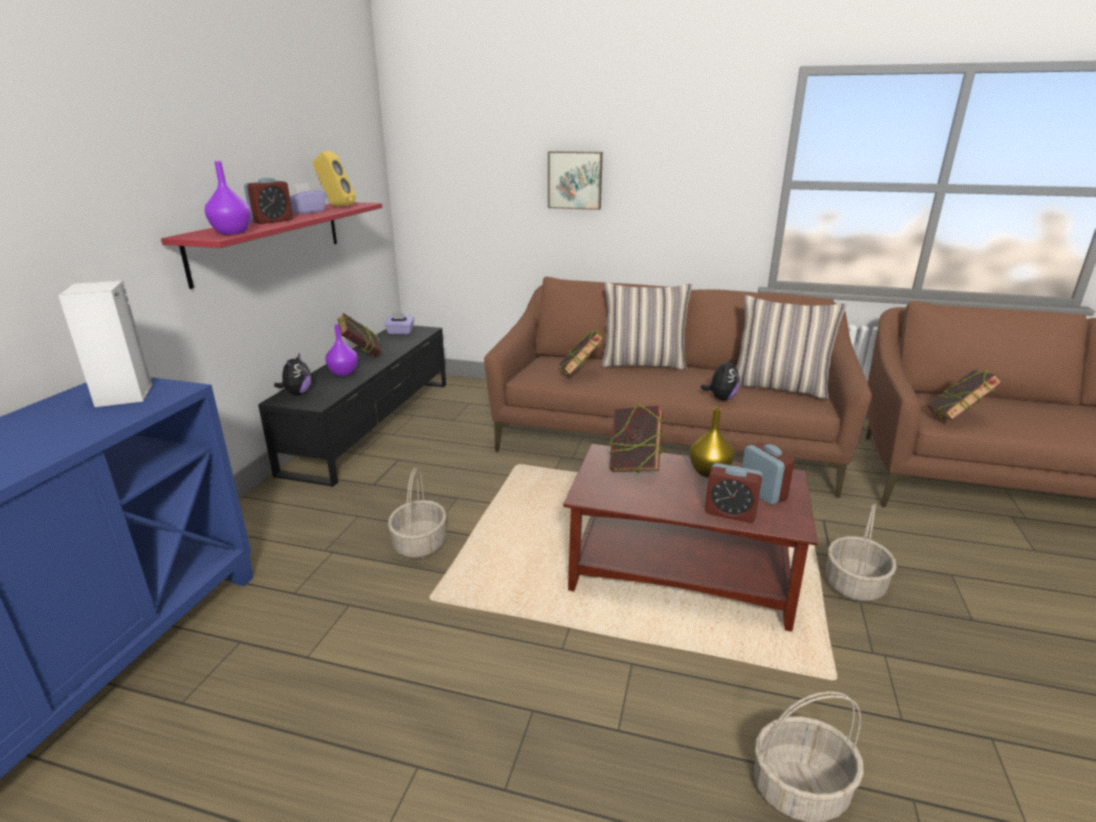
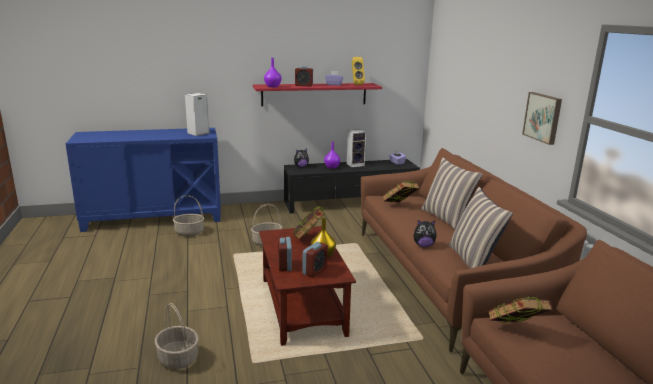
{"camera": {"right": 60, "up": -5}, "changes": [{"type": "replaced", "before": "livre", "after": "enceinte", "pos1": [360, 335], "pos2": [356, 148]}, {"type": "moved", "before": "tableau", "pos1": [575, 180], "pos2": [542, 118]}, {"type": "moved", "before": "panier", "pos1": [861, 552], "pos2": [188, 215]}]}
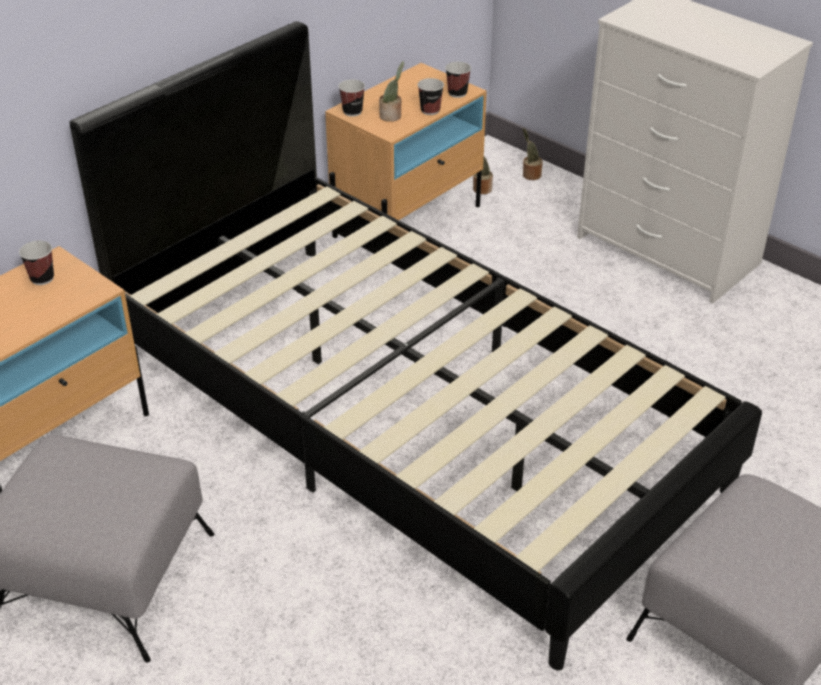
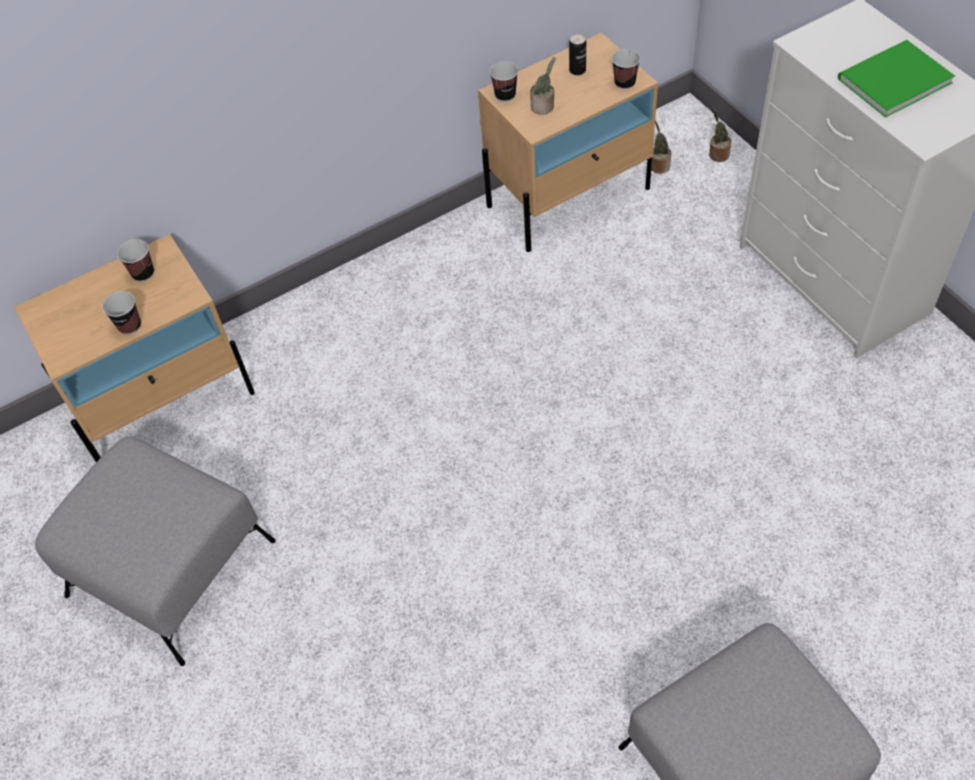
{"camera": {"right": 20, "up": 15}, "changes": [{"type": "removed", "before": "lit [noir]", "pos1": [416, 345]}, {"type": "moved", "before": "tasse", "pos1": [431, 96], "pos2": [121, 313]}, {"type": "added", "after": "boîte métallique", "pos2": [577, 54]}, {"type": "added", "after": "livre [vert]", "pos2": [896, 78]}]}
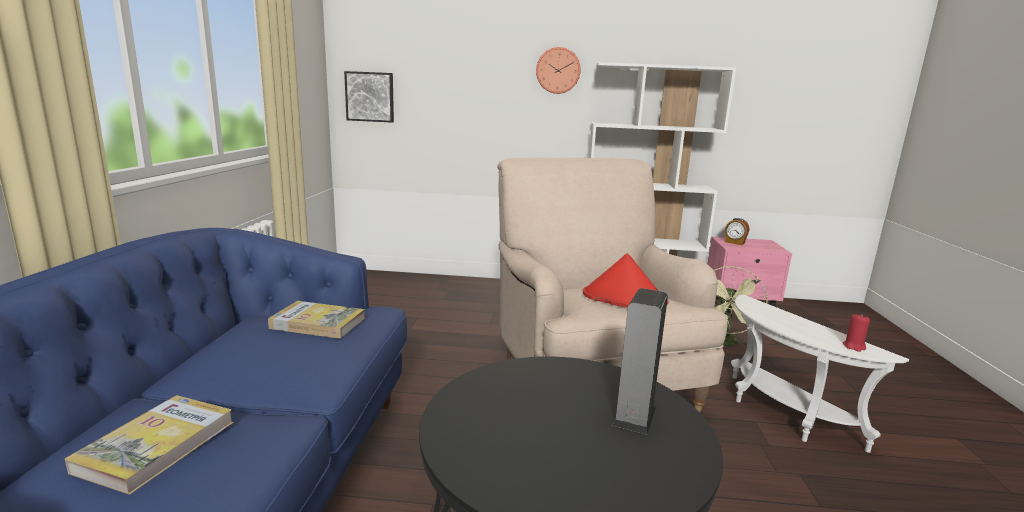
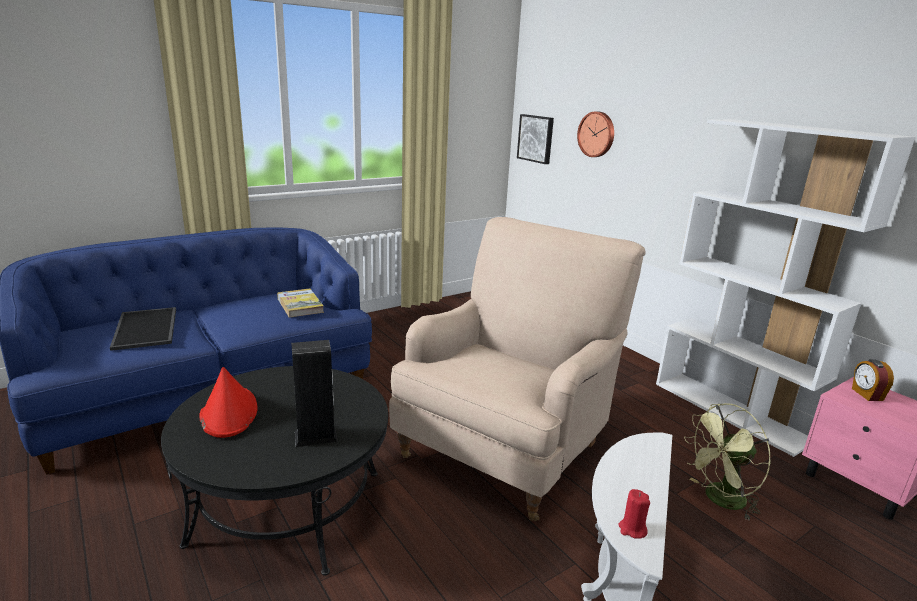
{"camera": {"right": 50, "up": 5}, "changes": [{"type": "replaced", "before": "livre", "after": "plateau", "pos1": [149, 445], "pos2": [143, 329]}, {"type": "moved", "before": "horloge murale", "pos1": [558, 70], "pos2": [595, 134]}, {"type": "moved", "before": "chapeau [rouge]", "pos1": [625, 280], "pos2": [228, 402]}]}
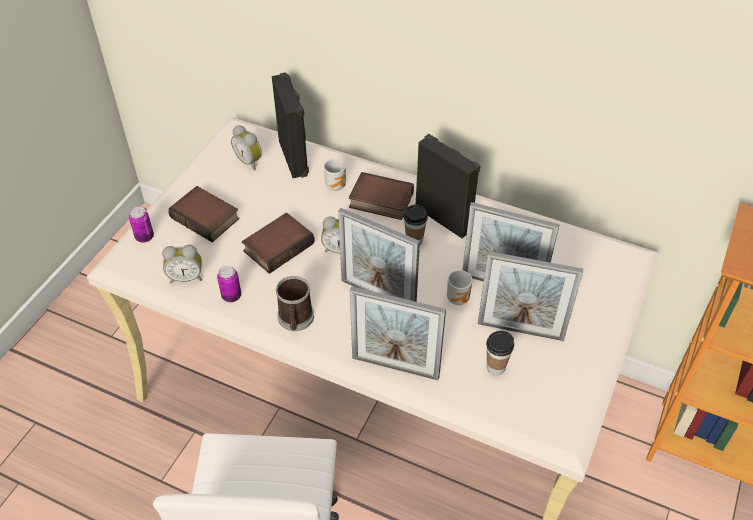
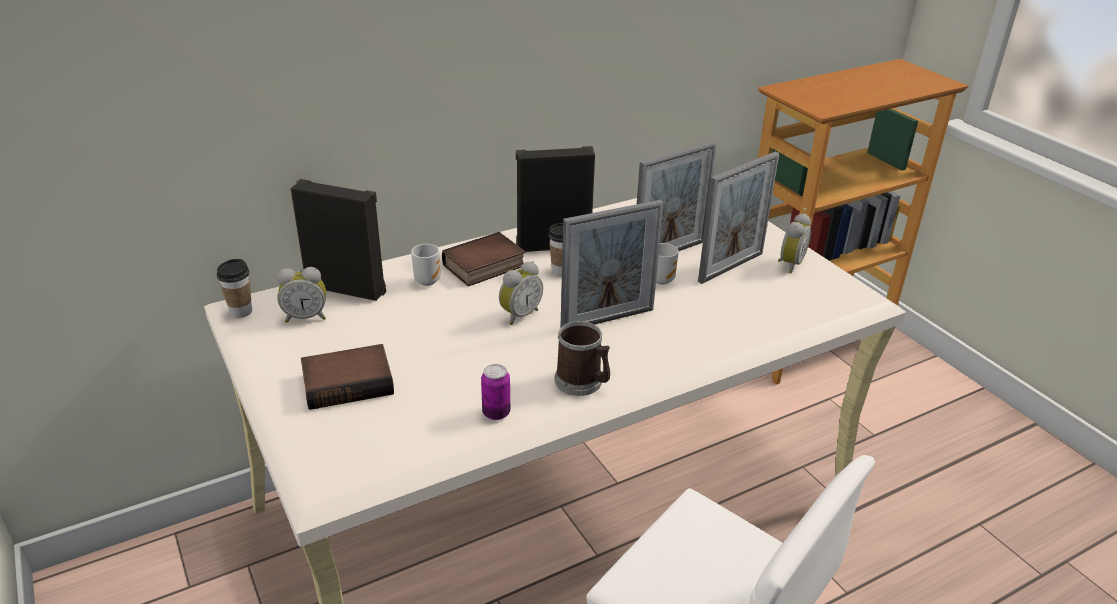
{"camera": {"right": -55, "up": -15}, "changes": [{"type": "removed", "before": "boîte métallique", "pos1": [141, 225]}, {"type": "moved", "before": "réveil", "pos1": [182, 264], "pos2": [794, 243]}, {"type": "removed", "before": "livre", "pos1": [278, 243]}, {"type": "removed", "before": "cadre photo", "pos1": [398, 333]}, {"type": "moved", "before": "tasse", "pos1": [500, 353], "pos2": [234, 288]}]}
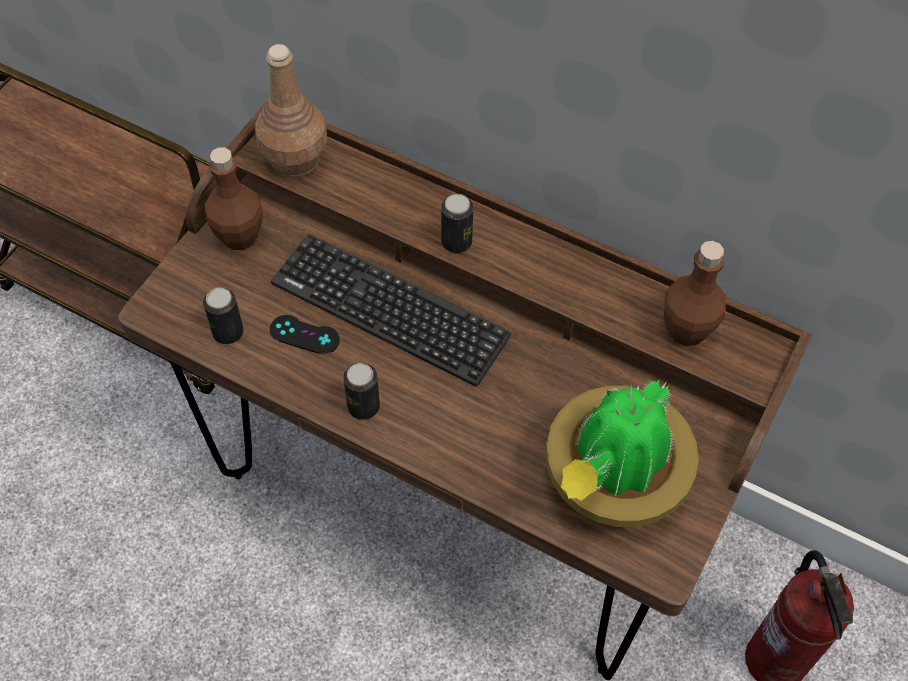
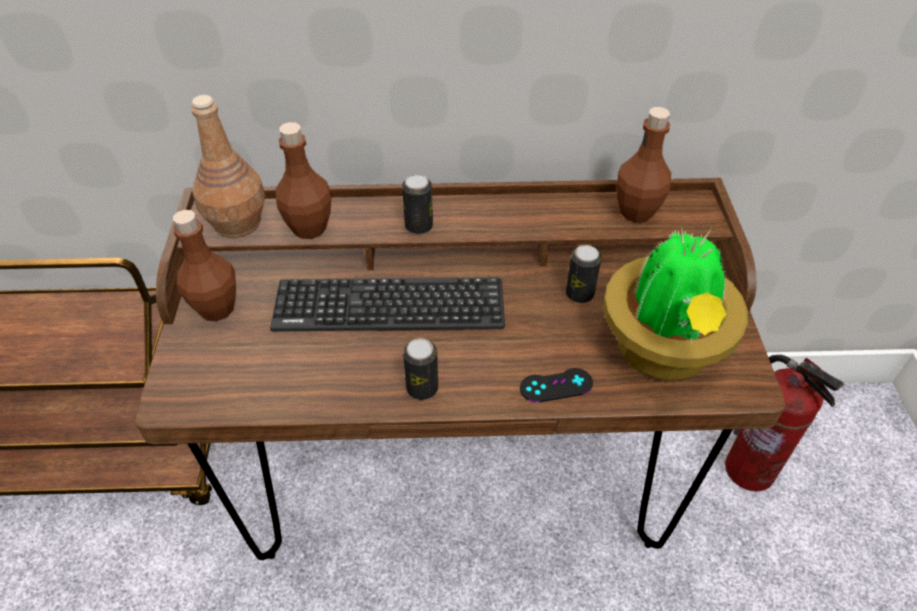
{"camera": {"right": -30, "up": -10}, "changes": [{"type": "moved", "before": "boîte métallique", "pos1": [223, 315], "pos2": [584, 274]}, {"type": "moved", "before": "manette [noir]", "pos1": [305, 334], "pos2": [556, 385]}, {"type": "added", "after": "bouteille [marron]", "pos2": [303, 180]}]}
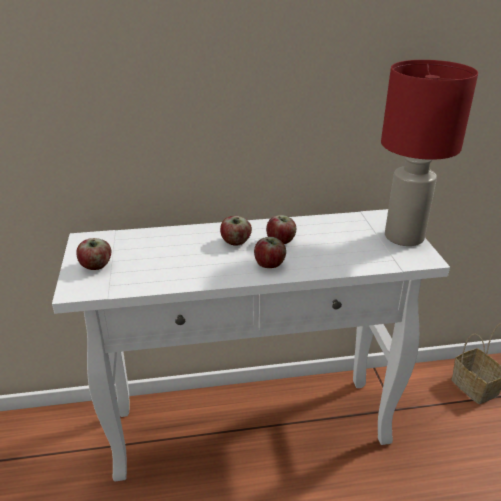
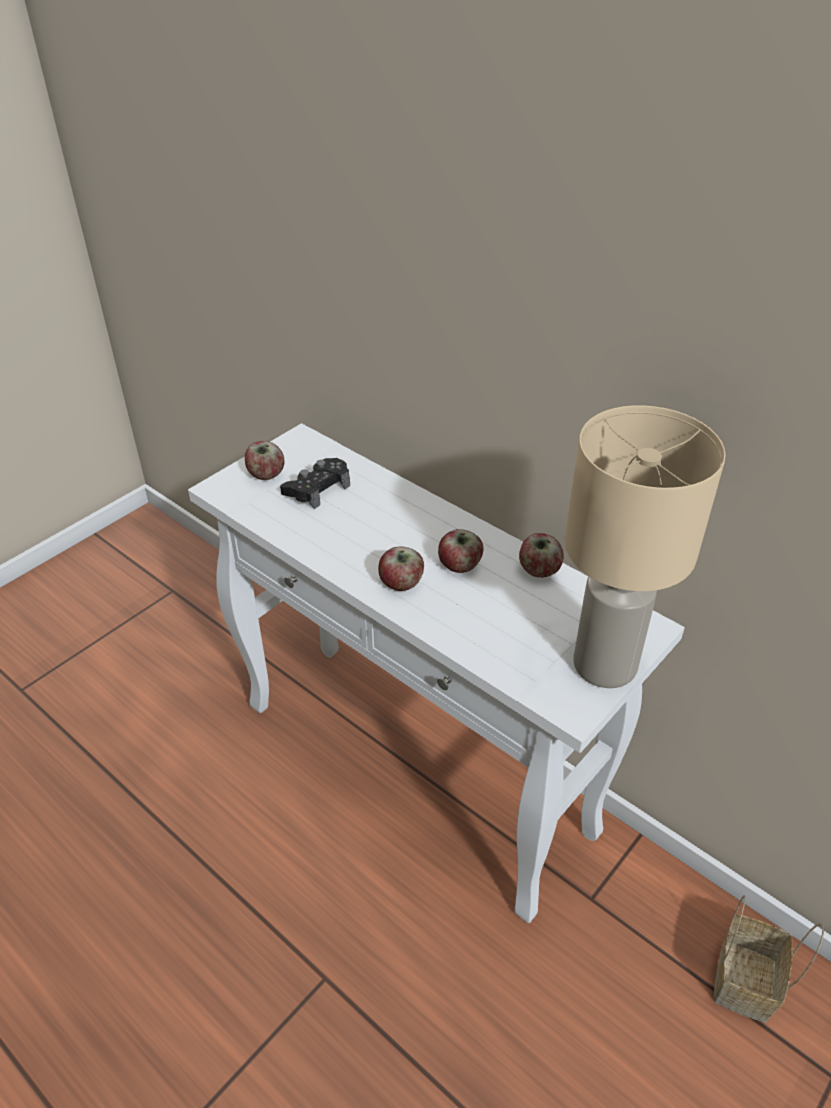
{"camera": {"right": 50, "up": 10}, "changes": [{"type": "moved", "before": "pomme", "pos1": [236, 231], "pos2": [541, 555]}, {"type": "recoloured", "before": "lampe de table [rouge]", "after": "lampe de table [beige]", "pos1": [429, 153], "pos2": [645, 546]}, {"type": "added", "after": "manette [noir]", "pos2": [315, 483]}]}
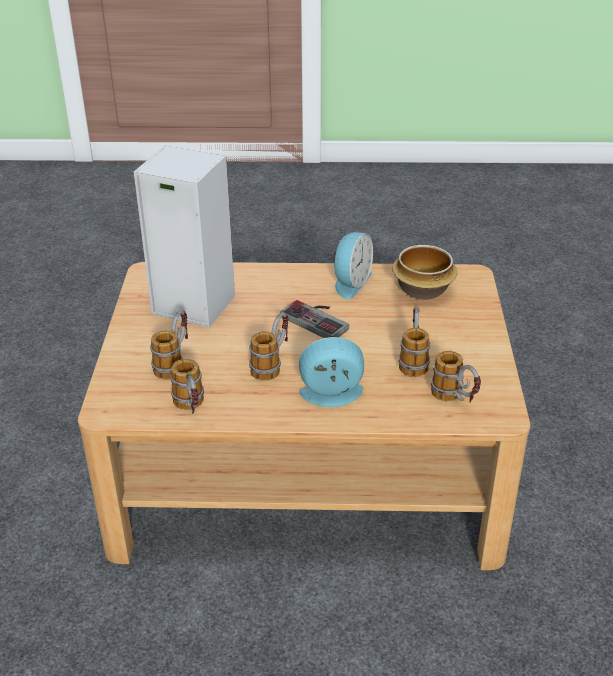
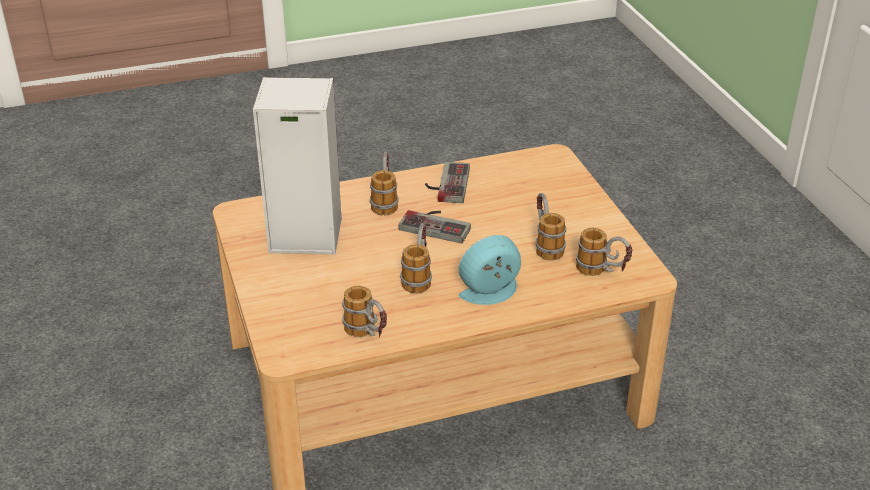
{"camera": {"right": -20, "up": 0}, "changes": [{"type": "moved", "before": "mug", "pos1": [169, 345], "pos2": [384, 183]}, {"type": "replaced", "before": "réveil", "after": "manette", "pos1": [353, 265], "pos2": [447, 182]}, {"type": "removed", "before": "bol", "pos1": [424, 272]}]}
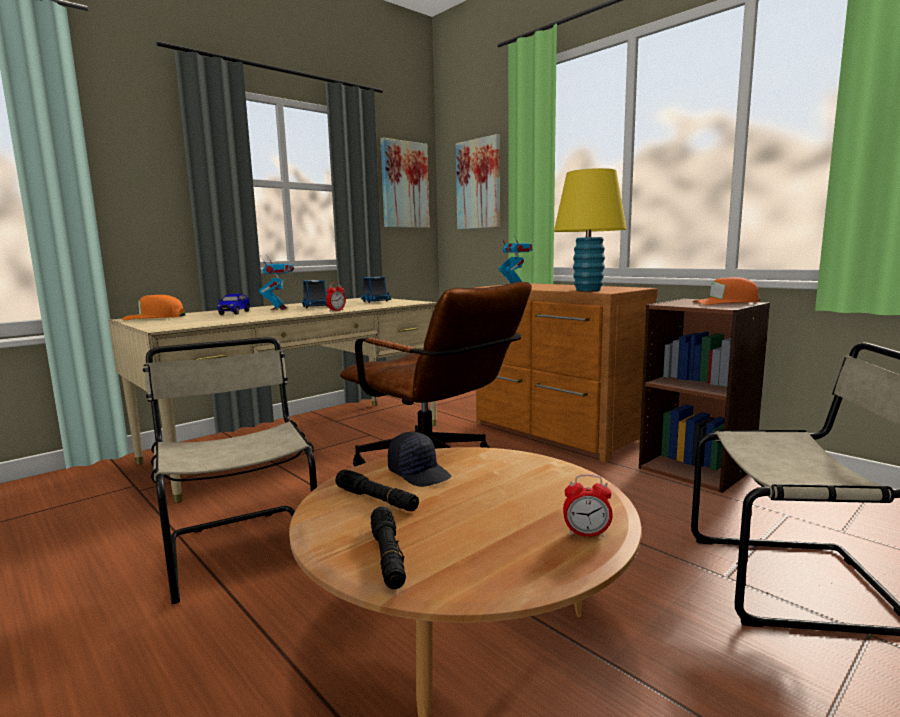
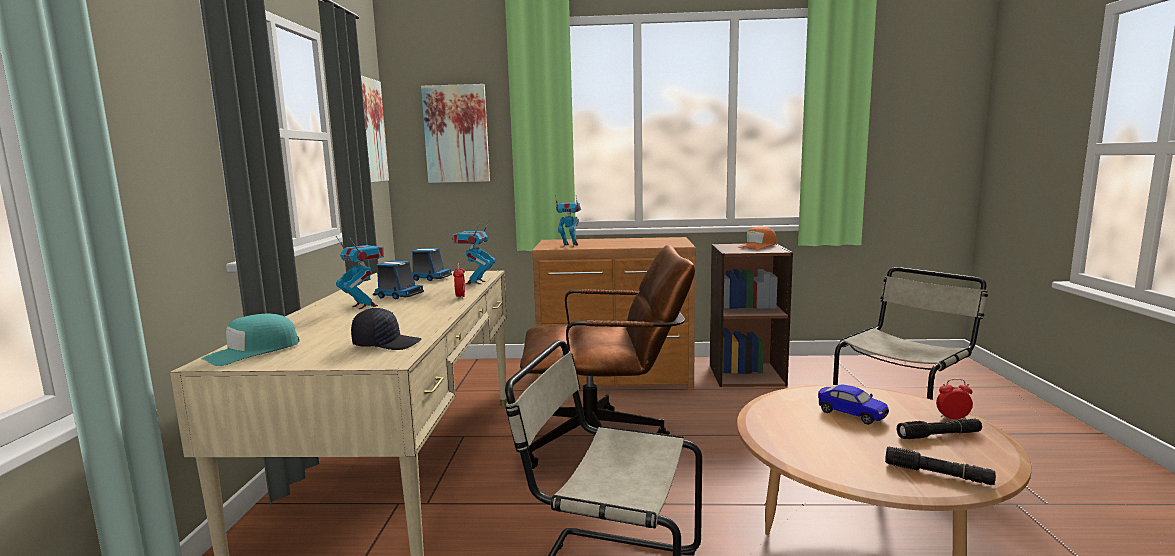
{"camera": {"right": -45, "up": 0}, "changes": [{"type": "recoloured", "before": "casquette [orange]", "after": "casquette [turquoise]", "pos1": [154, 307], "pos2": [250, 340]}, {"type": "moved", "before": "petite voiture", "pos1": [233, 304], "pos2": [853, 404]}, {"type": "moved", "before": "lampe de poche [noir]", "pos1": [377, 490], "pos2": [939, 429]}, {"type": "moved", "before": "casquette [noir]", "pos1": [419, 459], "pos2": [386, 329]}, {"type": "removed", "before": "lampe de table [jaune]", "pos1": [590, 229]}, {"type": "turned", "before": "réveil", "pos1": [588, 505], "pos2": [954, 399], "turn": -135}, {"type": "added", "after": "robot jouet", "pos2": [474, 253]}]}
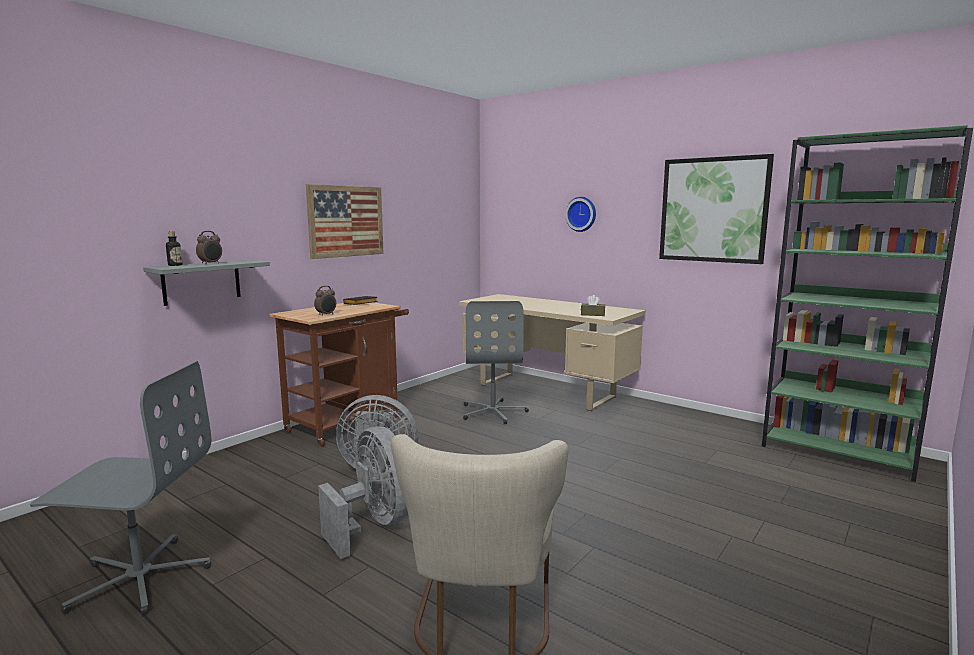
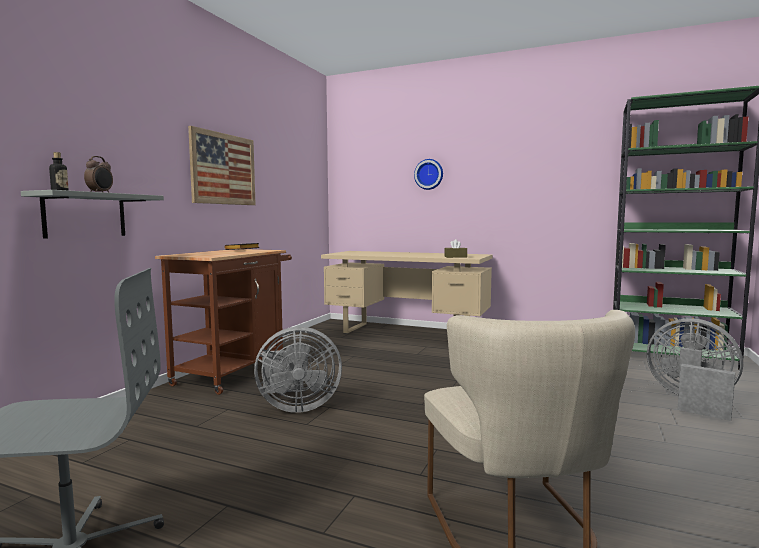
{"camera": {"right": -15, "up": -5}, "changes": [{"type": "removed", "before": "réveil", "pos1": [325, 301]}, {"type": "moved", "before": "ventilateur [gris]", "pos1": [363, 492], "pos2": [695, 369]}, {"type": "removed", "before": "chaise de bureau [gris]", "pos1": [496, 362]}, {"type": "removed", "before": "tableau", "pos1": [716, 209]}]}
